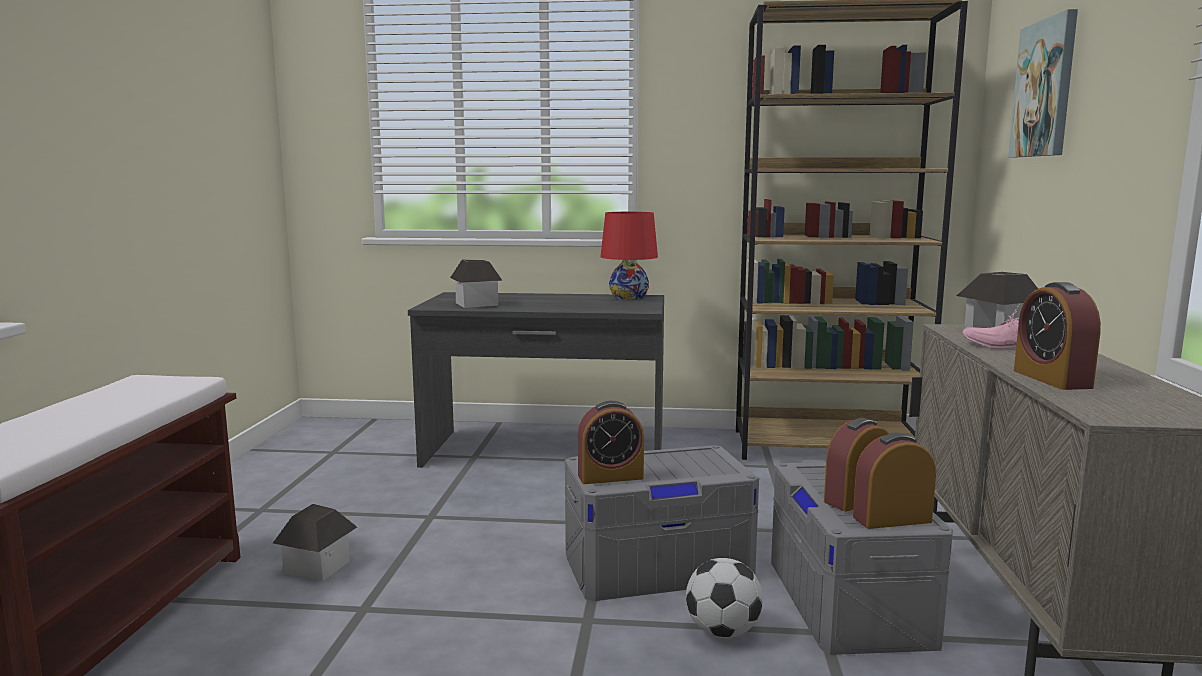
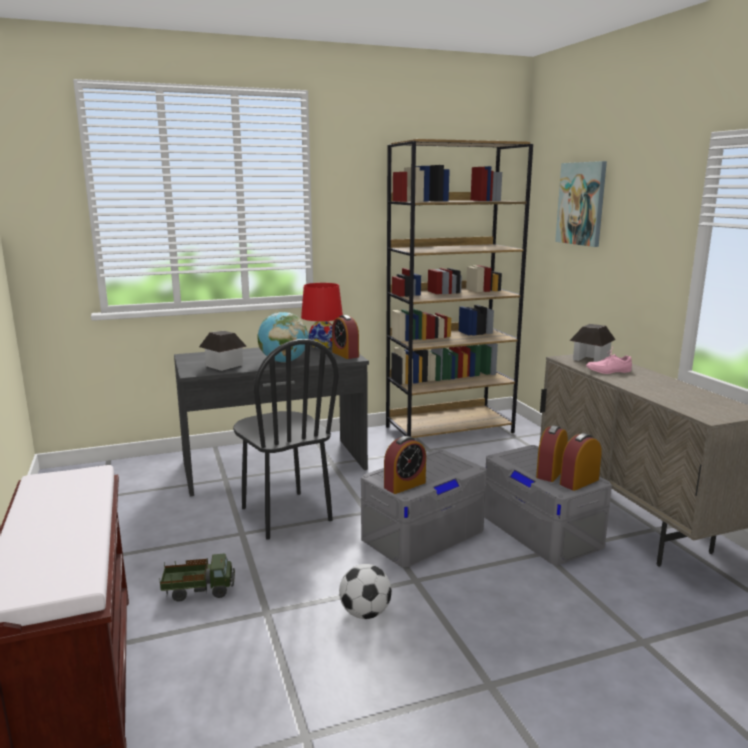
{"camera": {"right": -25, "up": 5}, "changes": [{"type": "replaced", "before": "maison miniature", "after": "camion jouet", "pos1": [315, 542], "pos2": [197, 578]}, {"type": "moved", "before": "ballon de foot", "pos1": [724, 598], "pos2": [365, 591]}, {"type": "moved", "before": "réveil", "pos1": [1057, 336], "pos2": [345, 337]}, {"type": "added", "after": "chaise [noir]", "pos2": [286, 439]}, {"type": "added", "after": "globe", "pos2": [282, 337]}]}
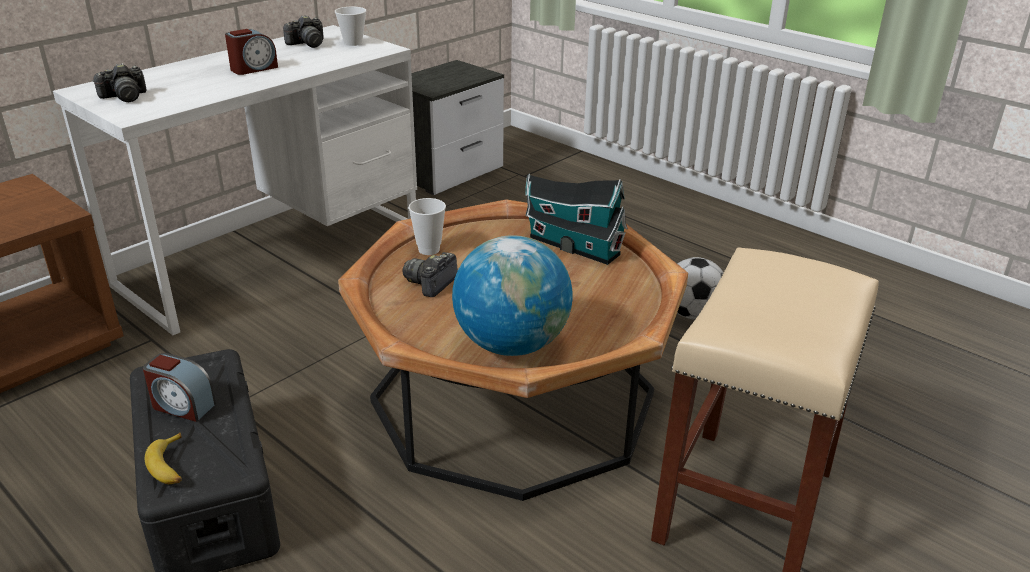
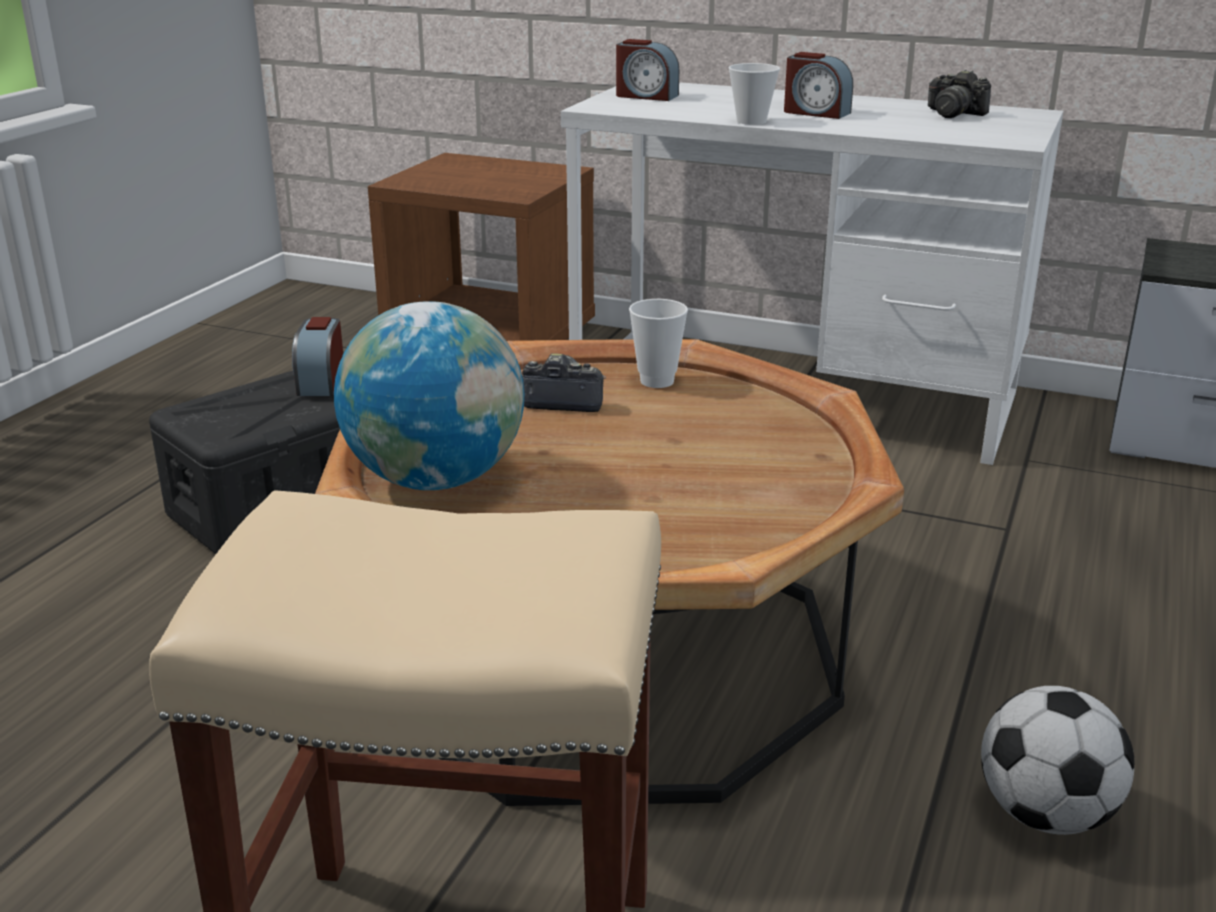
{"camera": {"right": 70, "up": -5}, "changes": [{"type": "replaced", "before": "appareil photo", "after": "réveil", "pos1": [119, 82], "pos2": [647, 70]}, {"type": "removed", "before": "banane", "pos1": [163, 458]}, {"type": "moved", "before": "tasse", "pos1": [350, 26], "pos2": [754, 94]}, {"type": "removed", "before": "maison miniature", "pos1": [576, 219]}]}
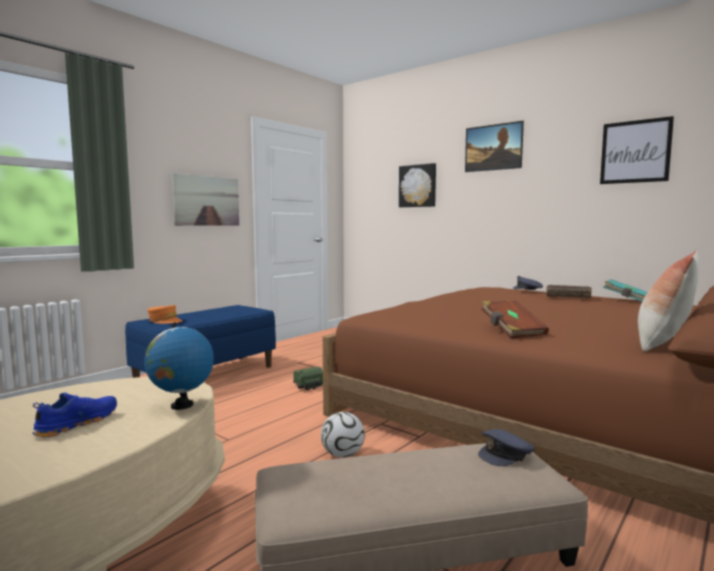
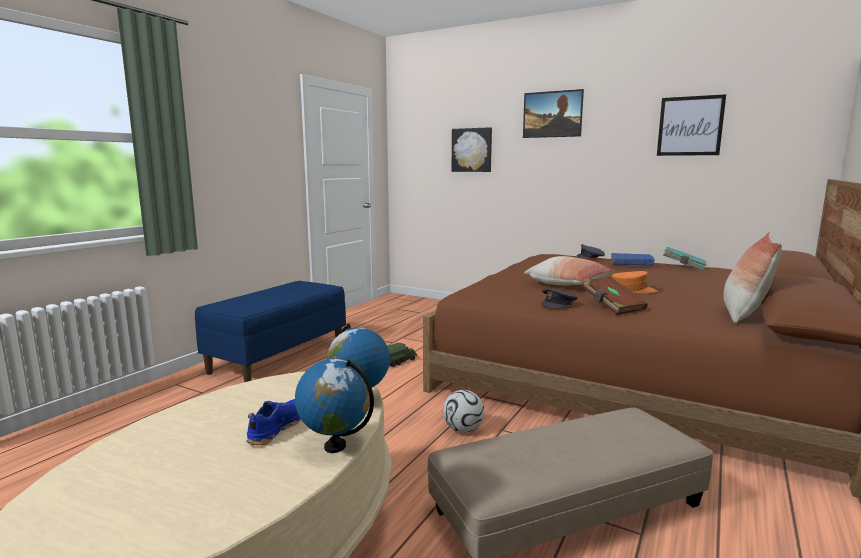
{"camera": {"right": -10, "up": 5}, "changes": [{"type": "moved", "before": "casquette [orange]", "pos1": [164, 314], "pos2": [634, 282]}, {"type": "removed", "before": "tableau", "pos1": [205, 199]}, {"type": "moved", "before": "casquette [gris]", "pos1": [506, 447], "pos2": [559, 298]}, {"type": "recoloured", "before": "livre [marron]", "after": "livre [bleu]", "pos1": [569, 291], "pos2": [633, 259]}, {"type": "added", "after": "globe", "pos2": [334, 406]}, {"type": "added", "after": "coussin", "pos2": [570, 270]}]}
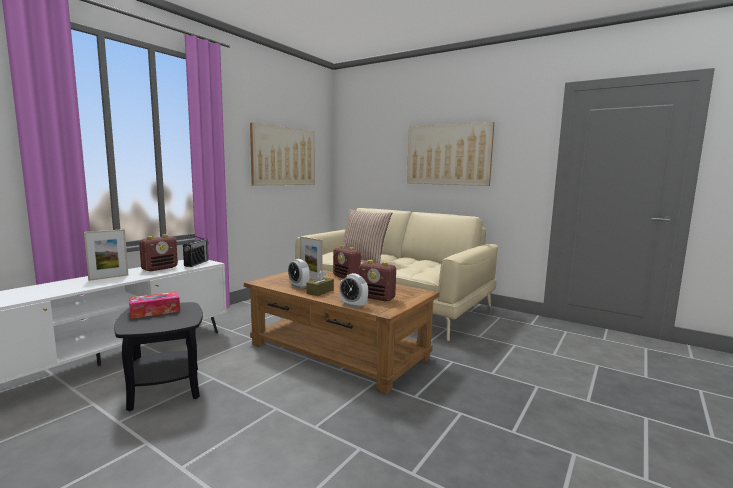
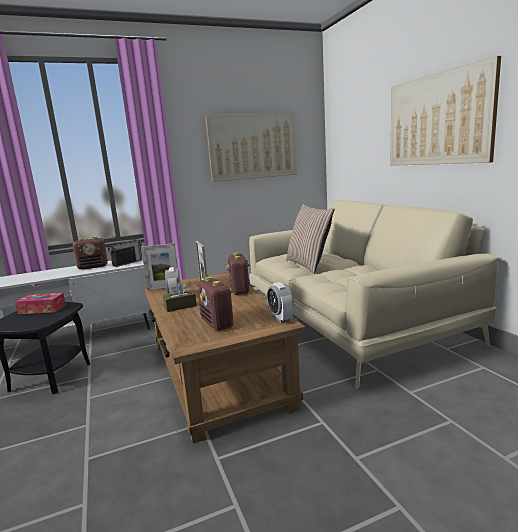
{"camera": {"right": 35, "up": 5}, "changes": [{"type": "moved", "before": "cadre photo", "pos1": [106, 255], "pos2": [159, 267]}, {"type": "moved", "before": "réveil", "pos1": [353, 290], "pos2": [280, 302]}]}
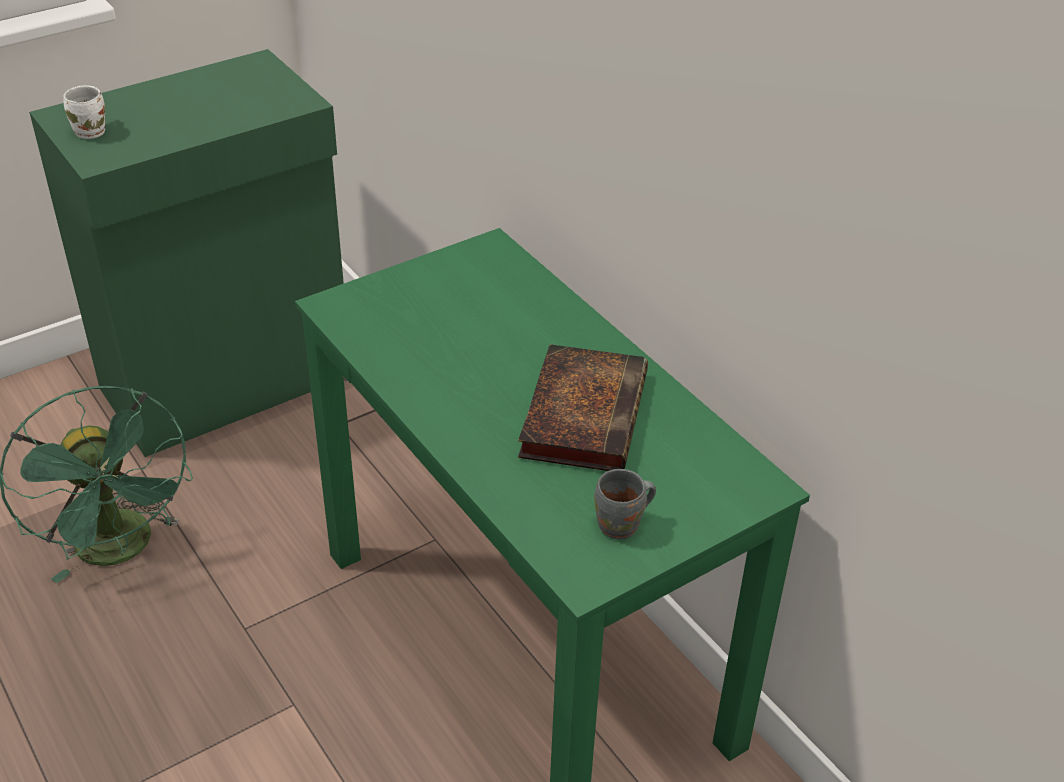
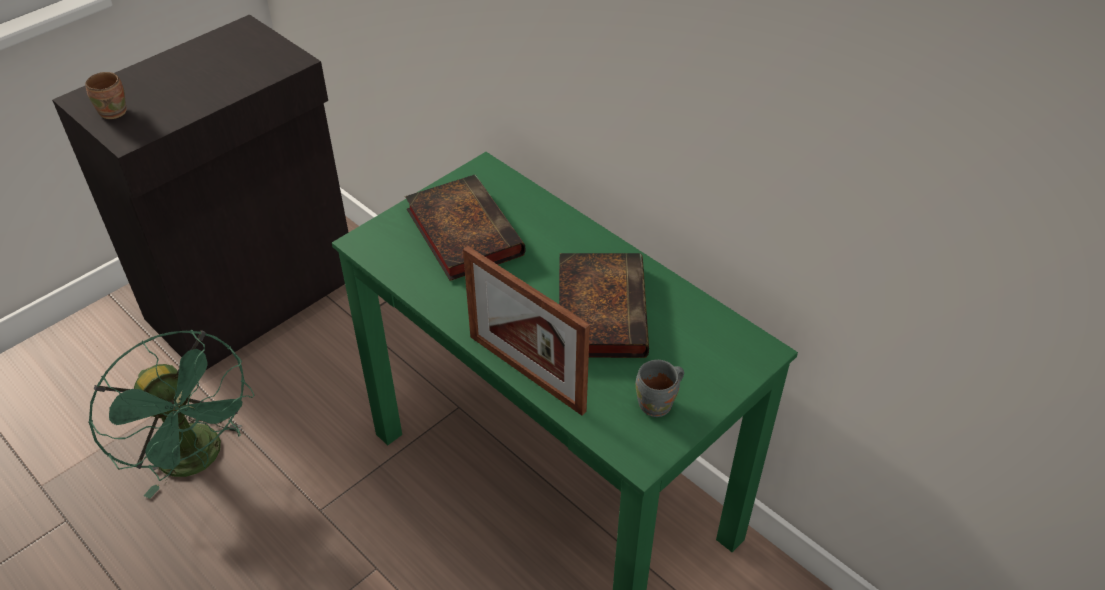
{"camera": {"right": -10, "up": 5}, "changes": [{"type": "recoloured", "before": "meuble de rangement [vert]", "after": "meuble de rangement [noir]", "pos1": [188, 253], "pos2": [200, 192]}, {"type": "recoloured", "before": "mug [blanc]", "after": "mug [marron]", "pos1": [84, 112], "pos2": [106, 95]}, {"type": "added", "after": "livre", "pos2": [465, 228]}, {"type": "added", "after": "cadre photo", "pos2": [526, 331]}]}
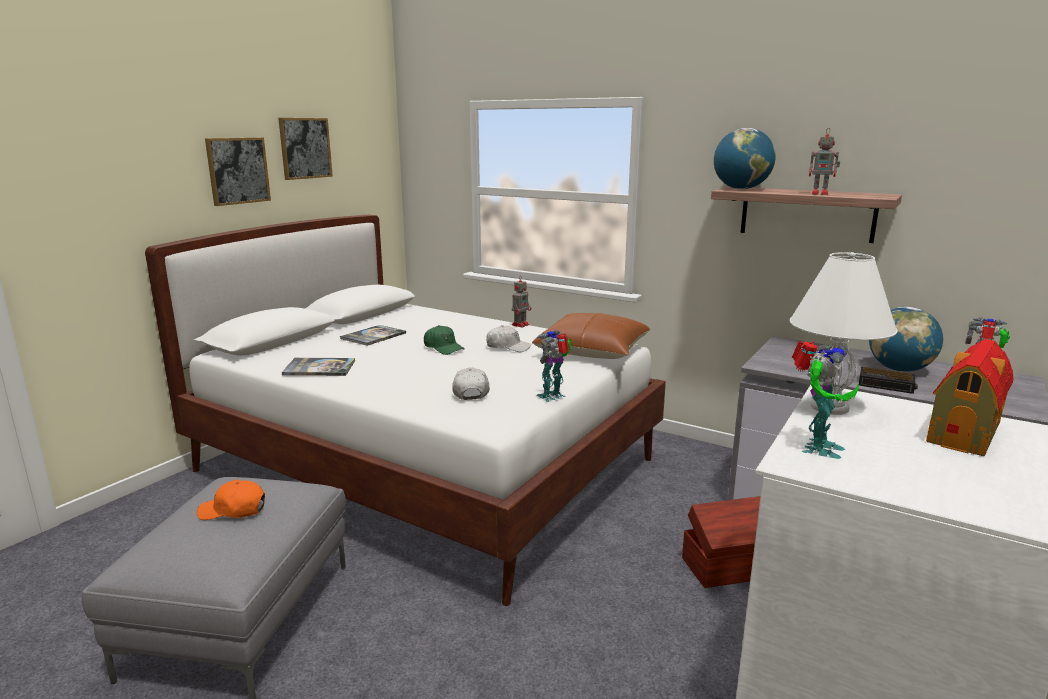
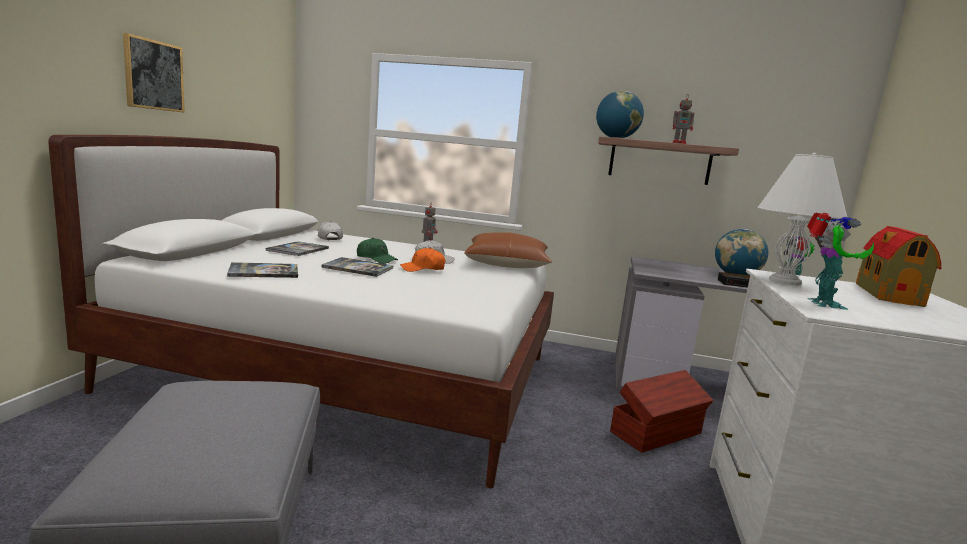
{"camera": {"right": -20, "up": -5}, "changes": [{"type": "moved", "before": "casquette [orange]", "pos1": [231, 499], "pos2": [422, 260]}, {"type": "removed", "before": "tableau", "pos1": [305, 149]}, {"type": "moved", "before": "casquette [blanc]", "pos1": [471, 383], "pos2": [330, 230]}, {"type": "removed", "before": "robot jouet", "pos1": [554, 366]}, {"type": "added", "after": "livre", "pos2": [357, 267]}]}
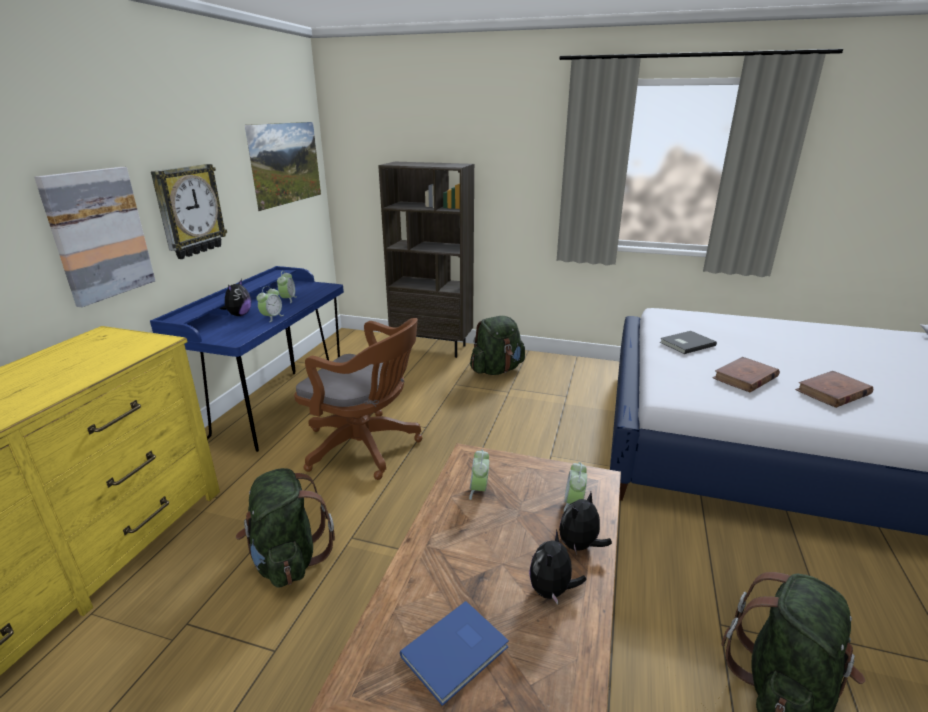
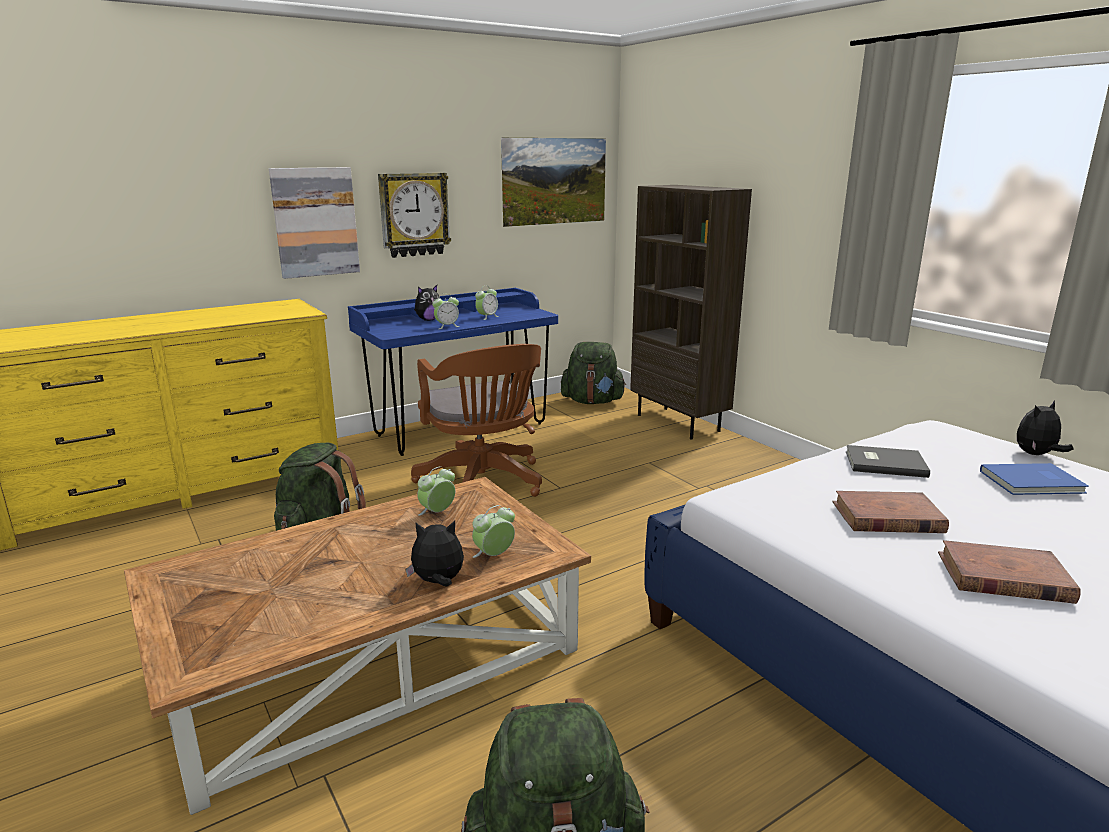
{"camera": {"right": 40, "up": -5}, "changes": [{"type": "moved", "before": "livre [bleu]", "pos1": [454, 653], "pos2": [1034, 479]}, {"type": "moved", "before": "sac à dos [vert]", "pos1": [497, 345], "pos2": [593, 373]}, {"type": "moved", "before": "peluche", "pos1": [557, 567], "pos2": [1045, 427]}]}
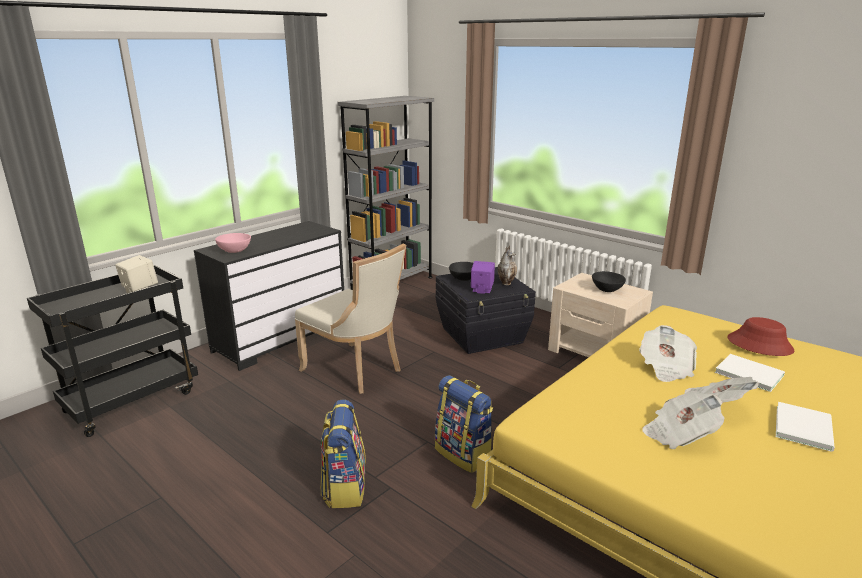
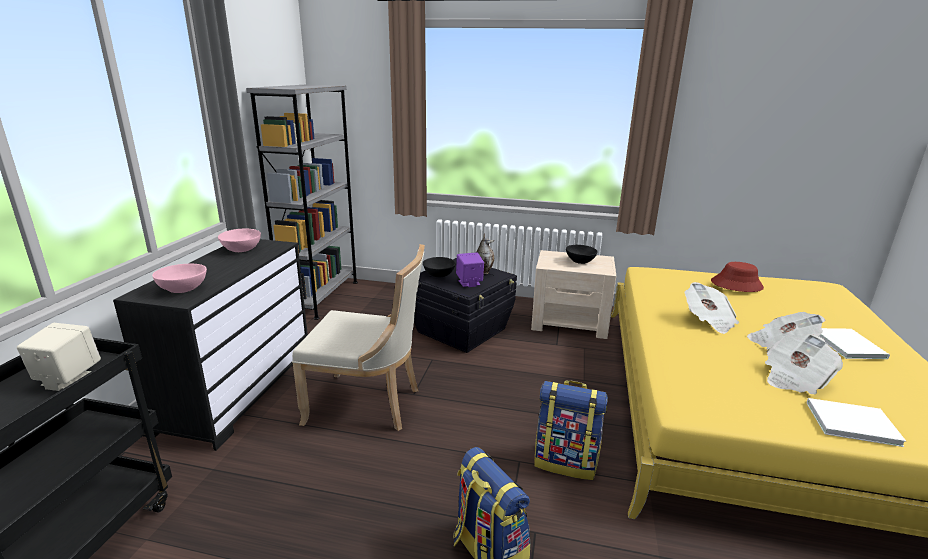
{"camera": {"right": -30, "up": 0}, "changes": [{"type": "moved", "before": "livre [blanc]", "pos1": [750, 373], "pos2": [856, 422]}, {"type": "added", "after": "bol [rose]", "pos2": [239, 240]}]}
